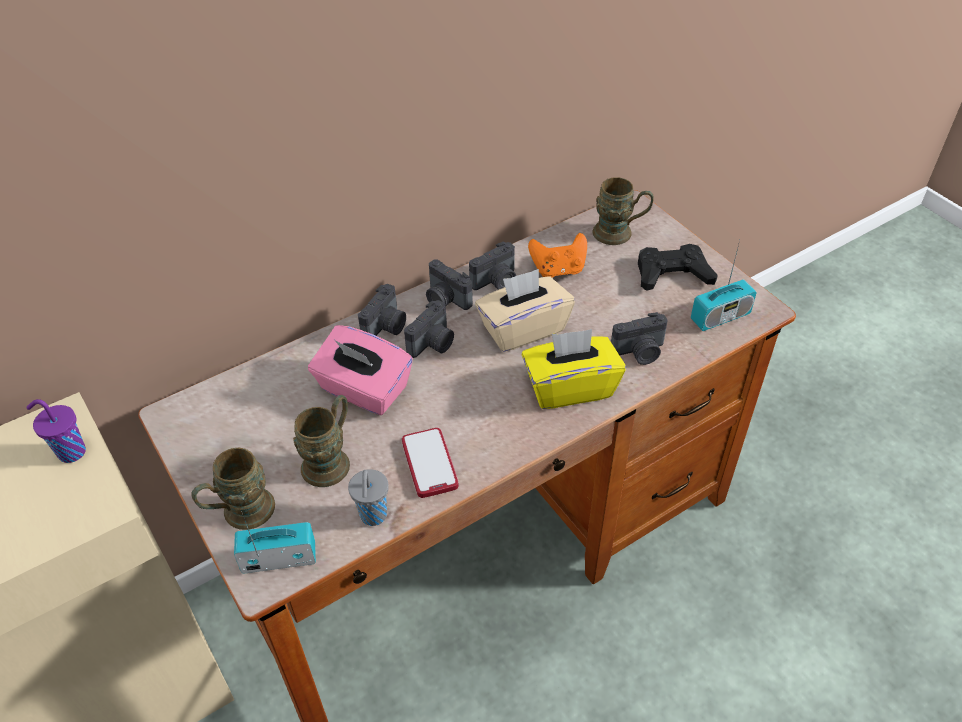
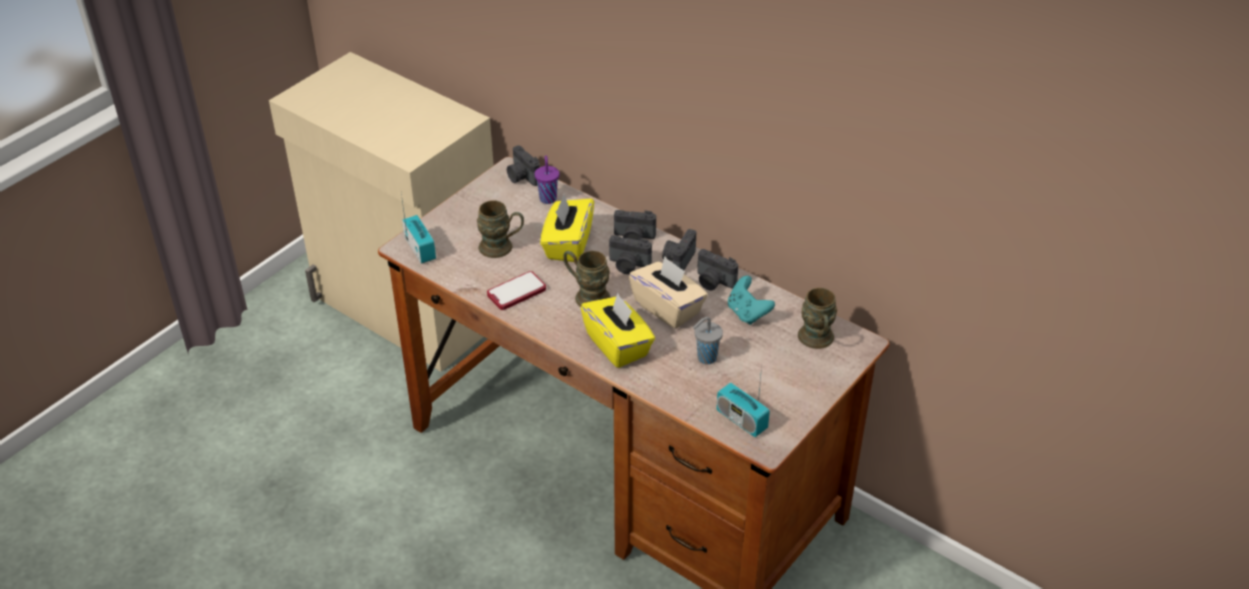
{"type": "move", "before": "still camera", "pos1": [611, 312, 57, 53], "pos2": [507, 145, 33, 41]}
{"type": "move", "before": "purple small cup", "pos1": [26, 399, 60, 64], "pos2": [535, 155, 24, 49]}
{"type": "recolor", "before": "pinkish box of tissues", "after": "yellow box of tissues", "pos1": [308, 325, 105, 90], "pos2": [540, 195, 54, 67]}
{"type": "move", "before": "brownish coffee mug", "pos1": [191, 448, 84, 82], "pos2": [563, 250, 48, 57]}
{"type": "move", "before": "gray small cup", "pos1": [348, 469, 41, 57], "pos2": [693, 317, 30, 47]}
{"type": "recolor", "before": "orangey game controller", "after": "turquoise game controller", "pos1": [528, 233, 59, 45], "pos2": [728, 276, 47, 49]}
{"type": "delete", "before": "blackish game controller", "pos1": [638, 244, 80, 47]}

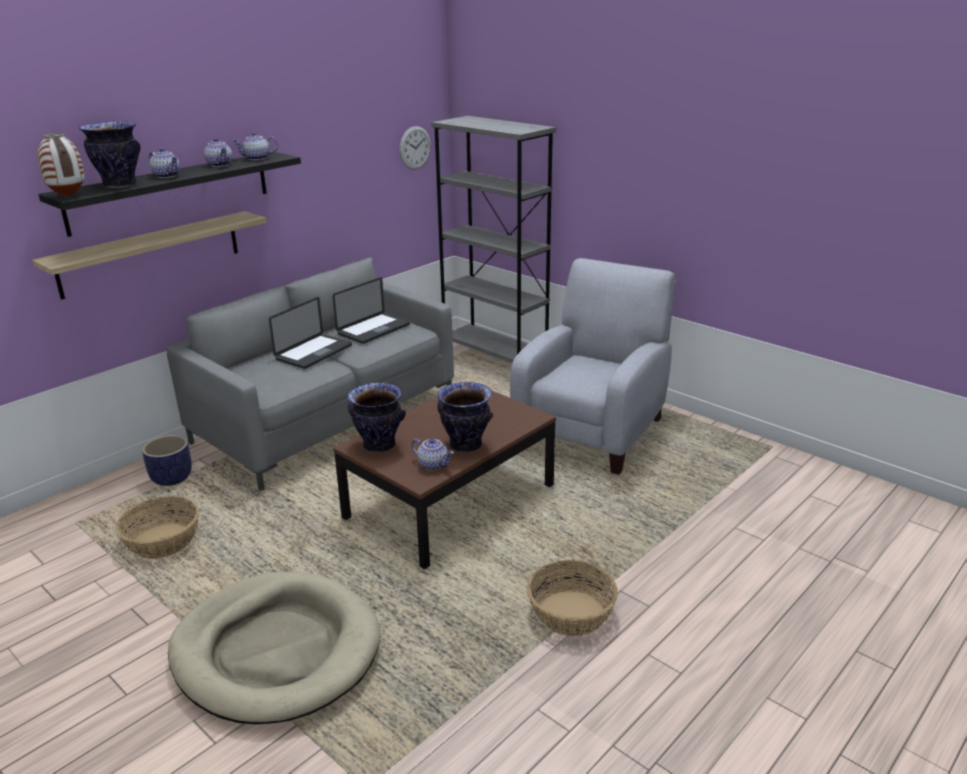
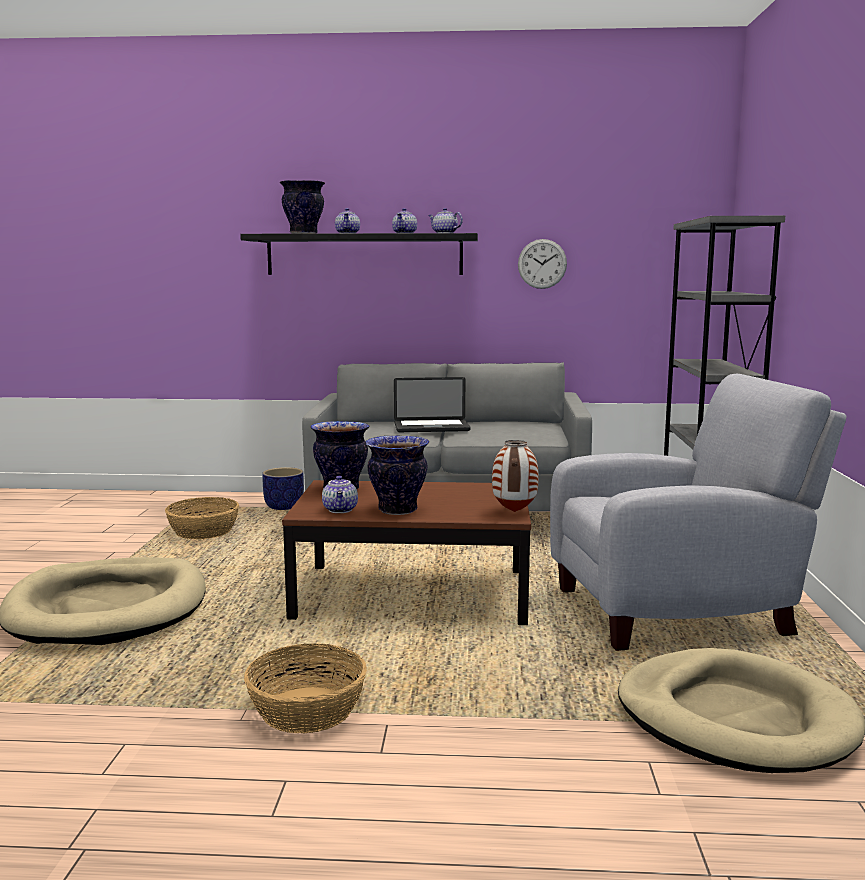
{"type": "move", "before": "flower vase", "pos1": [37, 132, 48, 65], "pos2": [492, 440, 47, 72]}
{"type": "move", "before": "hanging clock", "pos1": [399, 126, 32, 44], "pos2": [518, 239, 49, 50]}
{"type": "insert", "after": "beige pet bed", "pos2": [618, 648, 247, 125]}
{"type": "delete", "before": "shelf", "pos1": [32, 211, 235, 89]}
{"type": "delete", "before": "laptop", "pos1": [332, 277, 78, 67]}

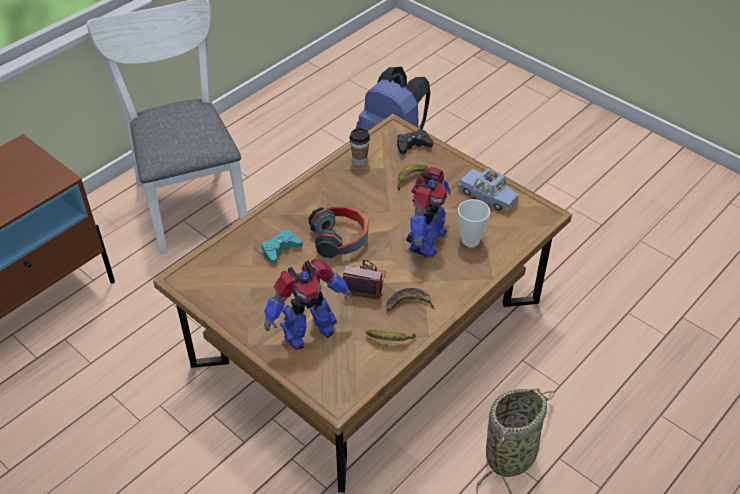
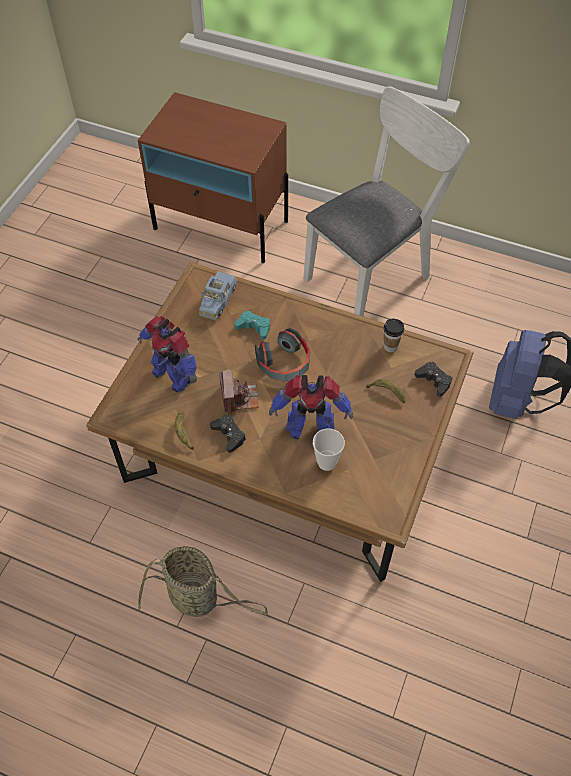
{"type": "move", "before": "blue-coloured miniature car", "pos1": [457, 168, 62, 45], "pos2": [199, 272, 39, 48]}
{"type": "replace", "before": "banana", "after": "blackish game controller", "pos1": [386, 288, 49, 24], "pos2": [210, 415, 36, 38]}

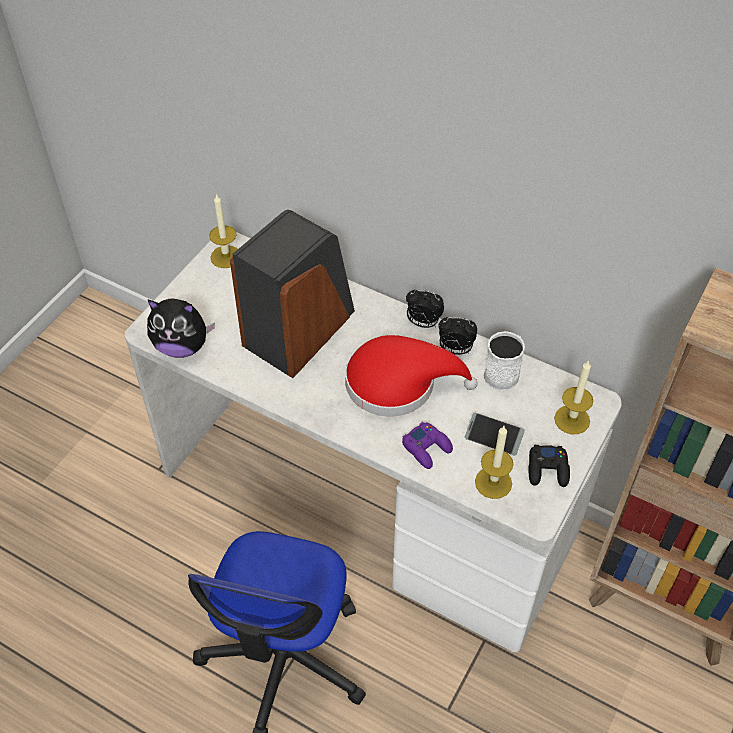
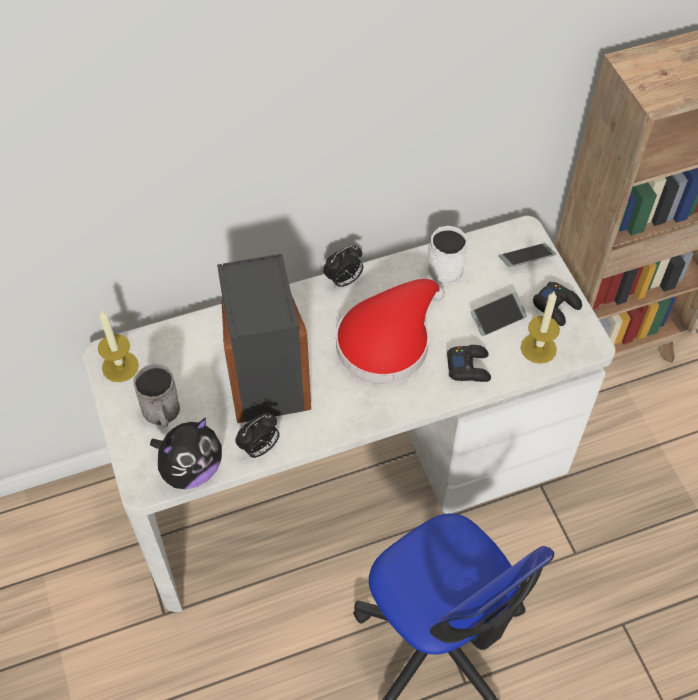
{"type": "insert", "after": "gray coffee mug", "pos2": [133, 364, 47, 63]}
{"type": "move", "before": "table clock", "pos1": [438, 317, 39, 38], "pos2": [235, 413, 45, 45]}
{"type": "recolor", "before": "purple game controller", "after": "blackish game controller", "pos1": [402, 422, 51, 47], "pos2": [447, 345, 44, 37]}
{"type": "replace", "before": "wax candle", "after": "phone", "pos1": [554, 360, 39, 74], "pos2": [499, 243, 57, 24]}

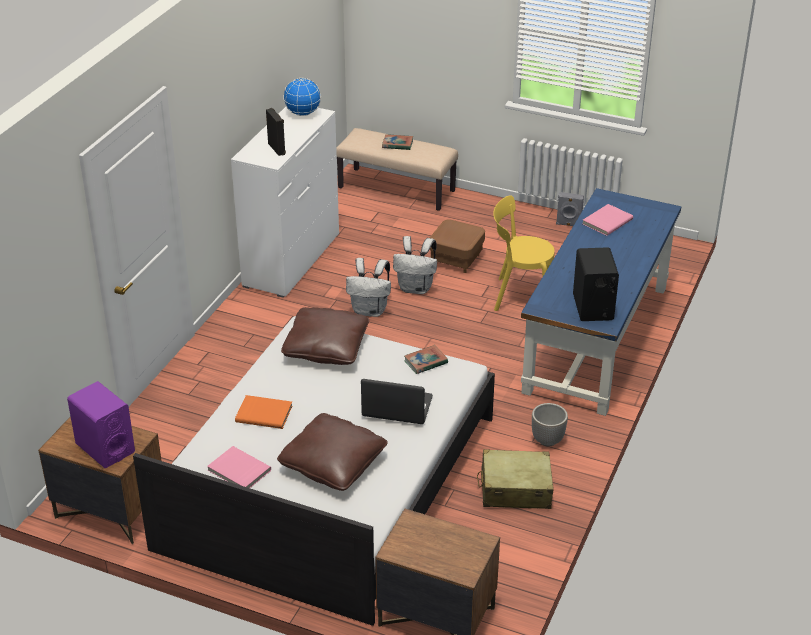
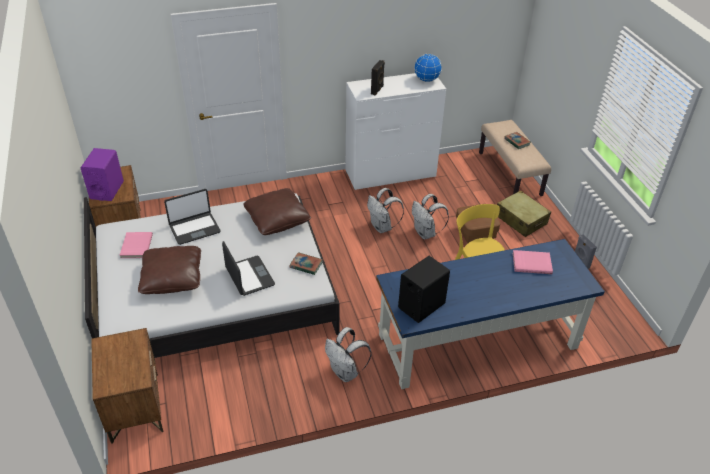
{"type": "replace", "before": "orangey bound book", "after": "laptop", "pos1": [235, 395, 57, 34], "pos2": [164, 189, 57, 56]}
{"type": "replace", "before": "plant pot", "after": "white backpack", "pos1": [532, 403, 36, 44], "pos2": [325, 327, 47, 55]}
{"type": "move", "before": "beige travel case", "pos1": [477, 449, 77, 60], "pos2": [497, 190, 54, 47]}

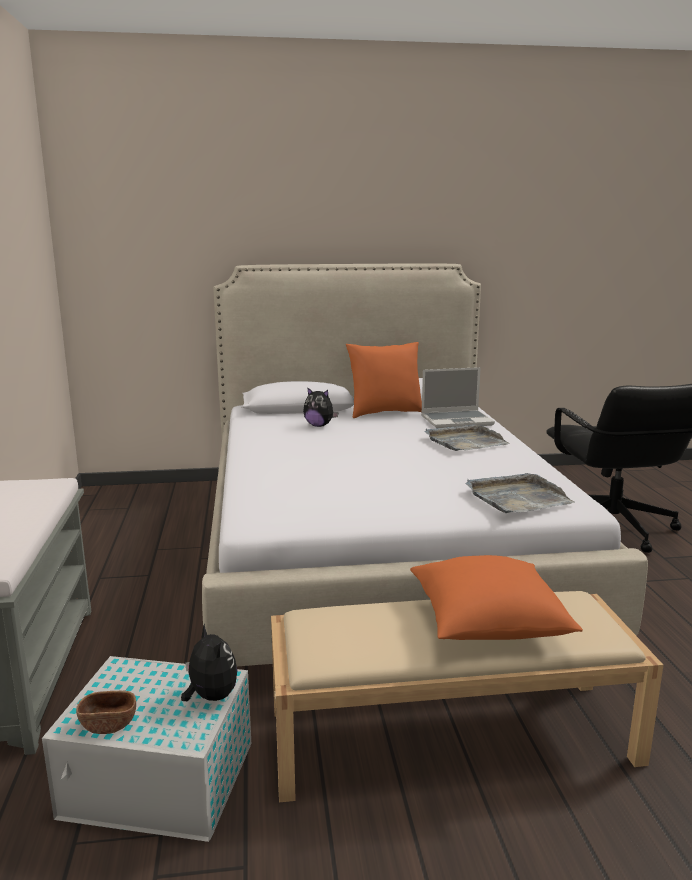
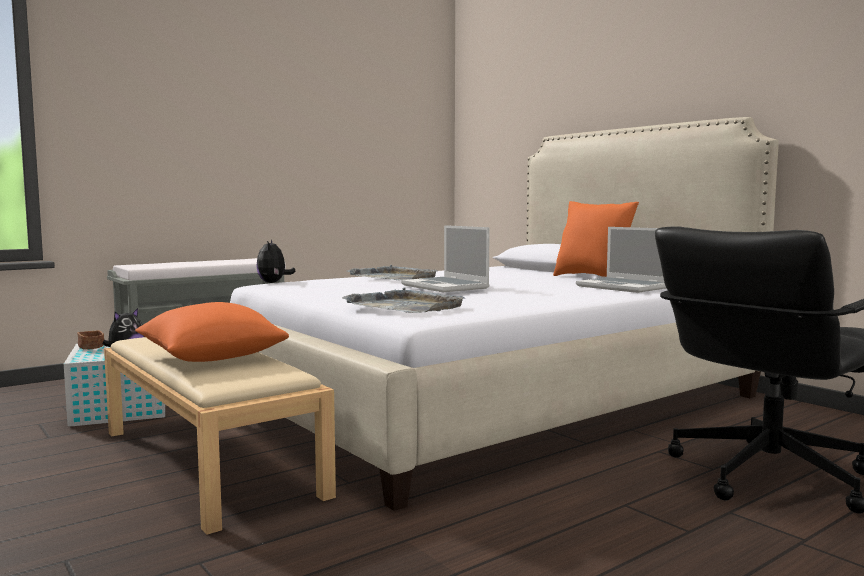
{"type": "move", "before": "plush toy", "pos1": [303, 387, 36, 40], "pos2": [256, 240, 39, 43]}
{"type": "move", "before": "gray carrying tray", "pos1": [425, 424, 85, 27], "pos2": [347, 265, 90, 16]}
{"type": "insert", "after": "laptop", "pos2": [401, 225, 89, 67]}

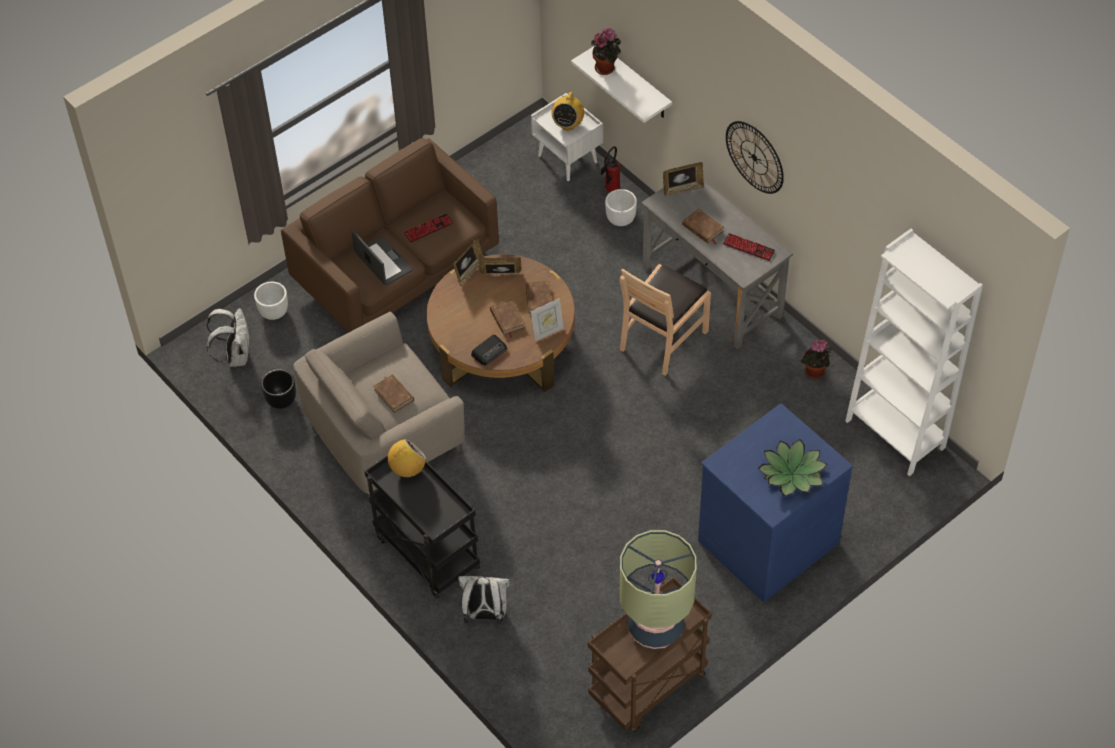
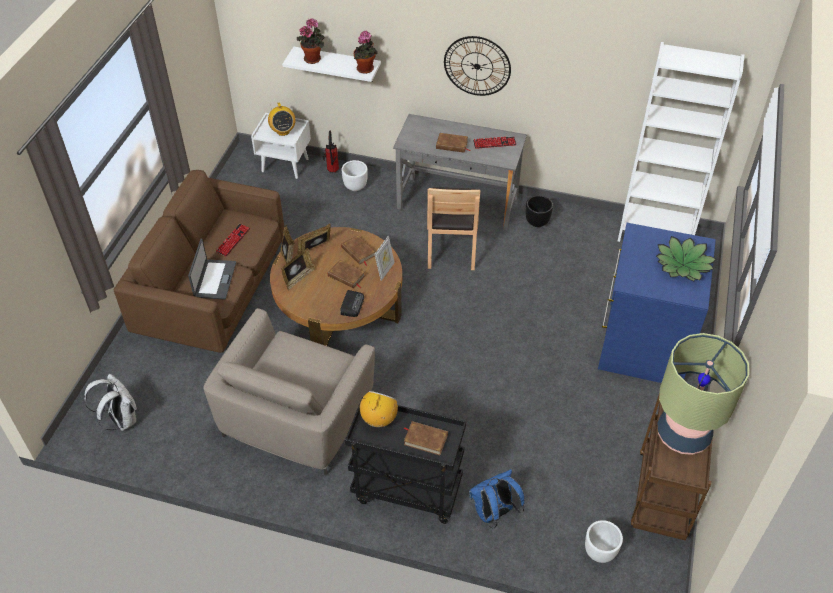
{"type": "rotate", "before": "laptop", "pos1": [351, 230, 62, 55], "pos2": [188, 239, 48, 61], "turn": 75}
{"type": "move", "before": "picture frame", "pos1": [663, 162, 41, 34], "pos2": [281, 248, 34, 42]}
{"type": "move", "before": "potted plant", "pos1": [801, 339, 31, 40], "pos2": [354, 31, 24, 43]}
{"type": "move", "before": "brownish bound book", "pos1": [373, 374, 41, 39], "pos2": [403, 421, 45, 34]}
{"type": "recolor", "before": "white backpack", "after": "blue-coloured backpack", "pos1": [458, 576, 52, 48], "pos2": [469, 469, 56, 60]}
{"type": "move", "before": "blackish plant pot", "pos1": [261, 369, 35, 40], "pos2": [526, 195, 27, 32]}
{"type": "move", "before": "white plant pot", "pos1": [254, 282, 34, 38], "pos2": [585, 520, 38, 43]}

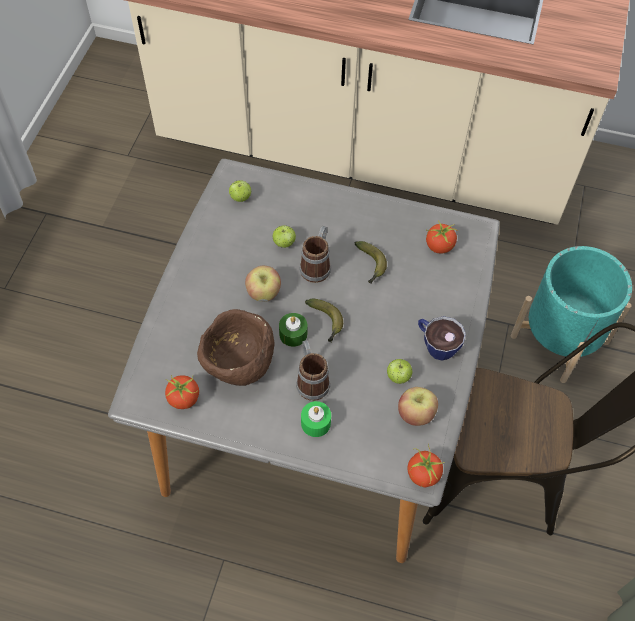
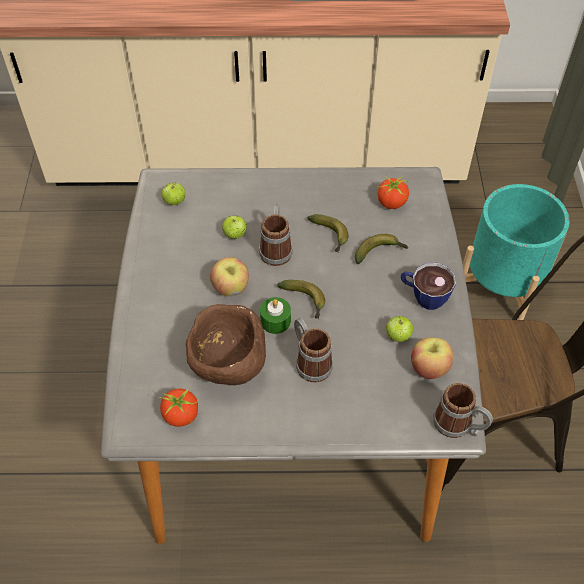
{"type": "insert", "after": "banana", "pos2": [355, 234, 53, 30]}
{"type": "replace", "before": "whole tomato", "after": "coffee mug", "pos1": [408, 445, 36, 42], "pos2": [433, 383, 60, 55]}
{"type": "delete", "before": "green-coloured wax candle", "pos1": [301, 401, 30, 36]}

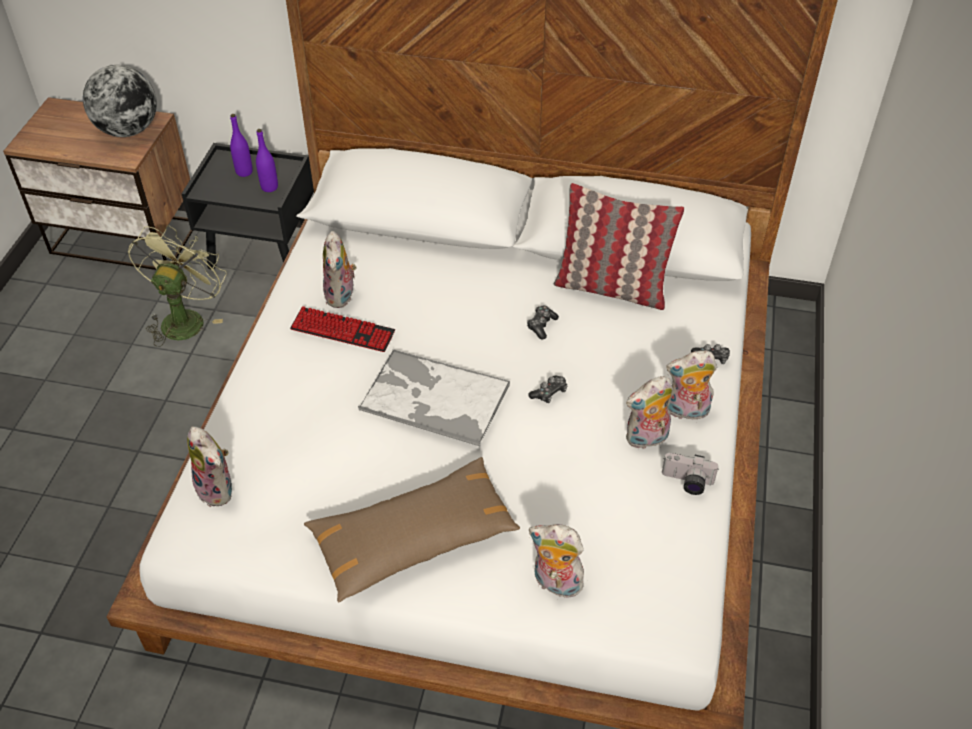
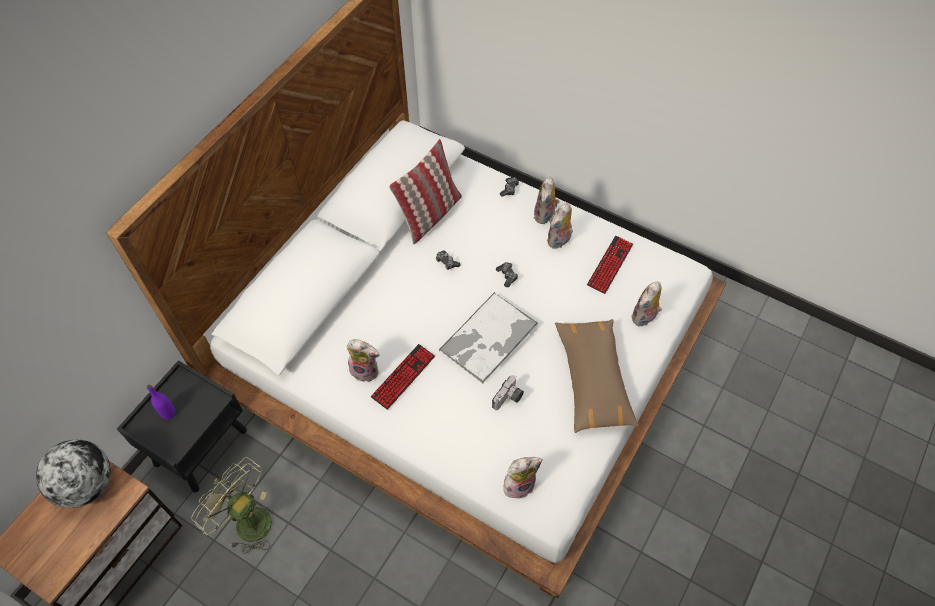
{"type": "move", "before": "still camera", "pos1": [662, 453, 57, 42], "pos2": [492, 375, 32, 35]}
{"type": "rotate", "before": "plush toy", "pos1": [626, 376, 47, 73], "pos2": [547, 203, 26, 46], "turn": 45}
{"type": "insert", "after": "keyboard", "pos2": [587, 236, 46, 58]}
{"type": "delete", "before": "purple beverage bottle", "pos1": [256, 129, 22, 63]}

